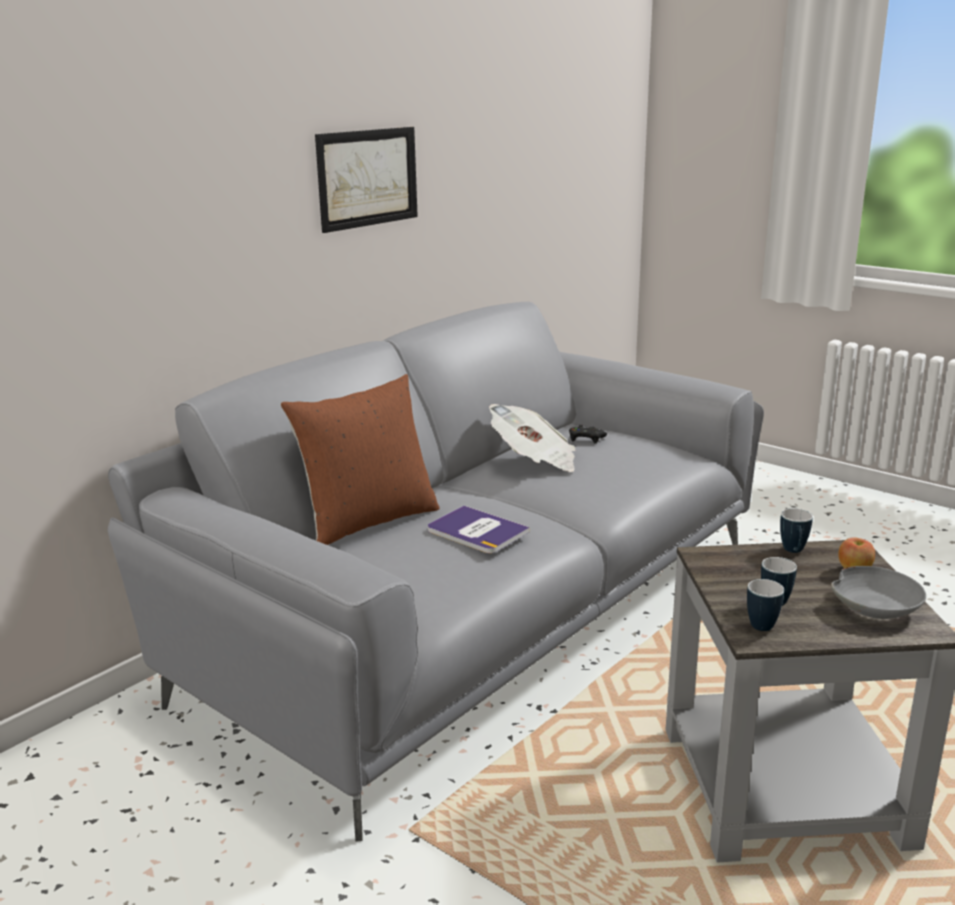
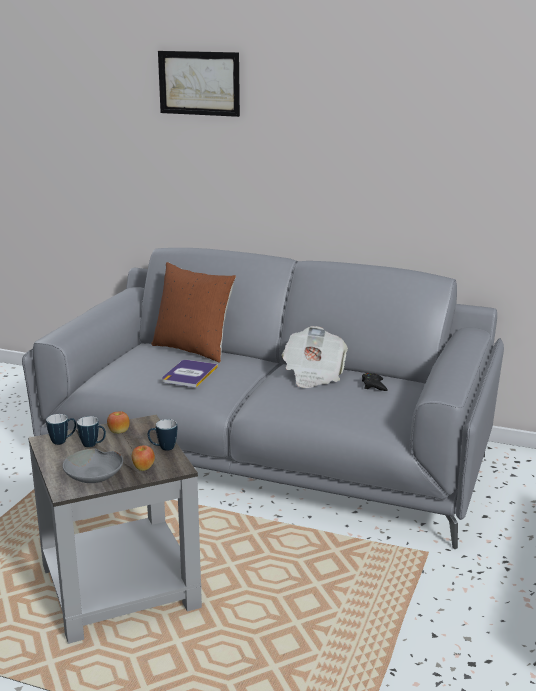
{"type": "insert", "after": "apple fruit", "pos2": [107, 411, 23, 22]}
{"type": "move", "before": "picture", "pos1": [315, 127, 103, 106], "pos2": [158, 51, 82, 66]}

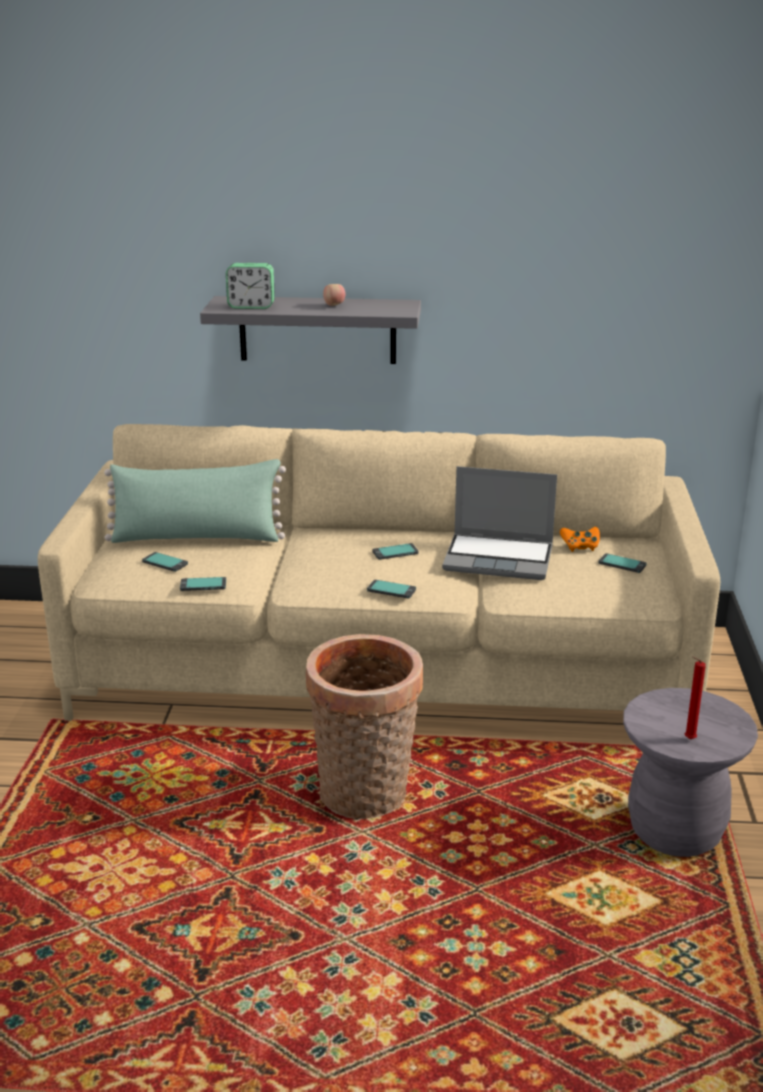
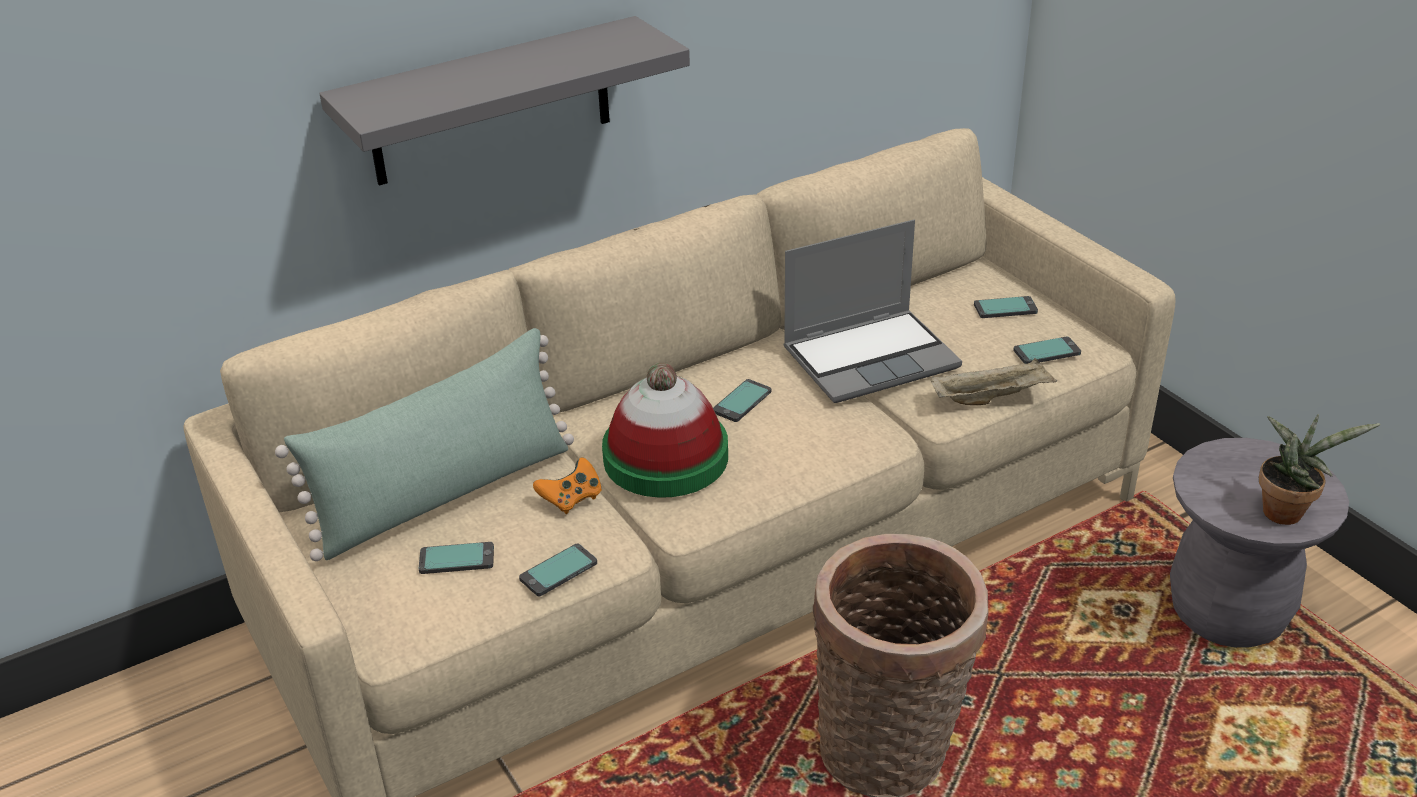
{"type": "move", "before": "orangey game controller", "pos1": [560, 527, 40, 25], "pos2": [533, 458, 69, 56]}
{"type": "insert", "after": "wearable hat", "pos2": [602, 363, 126, 135]}
{"type": "insert", "after": "beige carrying tray", "pos2": [931, 358, 126, 47]}
{"type": "move", "before": "phone", "pos1": [367, 580, 49, 19], "pos2": [1014, 336, 67, 28]}
{"type": "replace", "before": "red wax candle", "after": "potted plant", "pos1": [685, 656, 21, 83], "pos2": [1259, 414, 121, 111]}
{"type": "delete", "before": "table clock", "pos1": [226, 263, 49, 46]}
{"type": "delete", "before": "apple fruit", "pos1": [323, 284, 22, 22]}

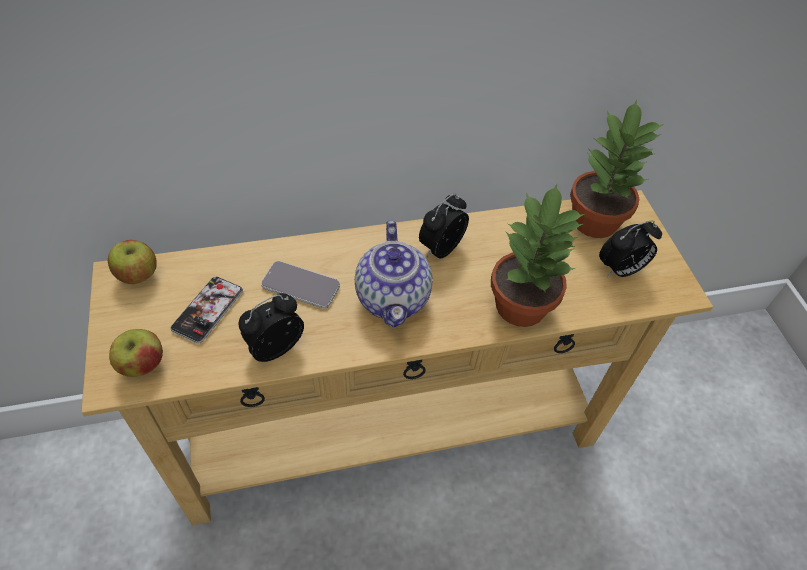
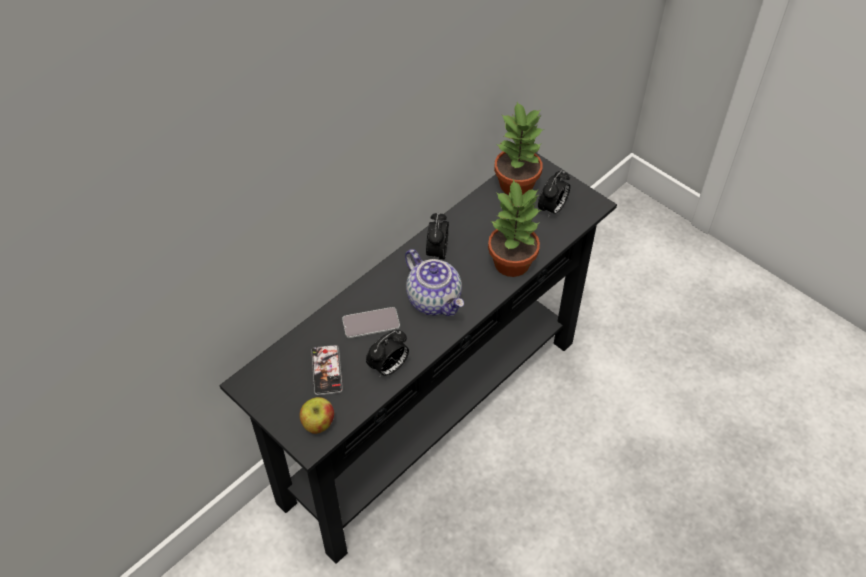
{"type": "recolor", "before": "beige narrow table", "after": "blackish narrow table", "pos1": [81, 190, 632, 335], "pos2": [220, 153, 397, 411]}
{"type": "rotate", "before": "table clock", "pos1": [238, 293, 66, 69], "pos2": [366, 329, 43, 48], "turn": -150}
{"type": "delete", "before": "apple fruit", "pos1": [108, 240, 49, 44]}

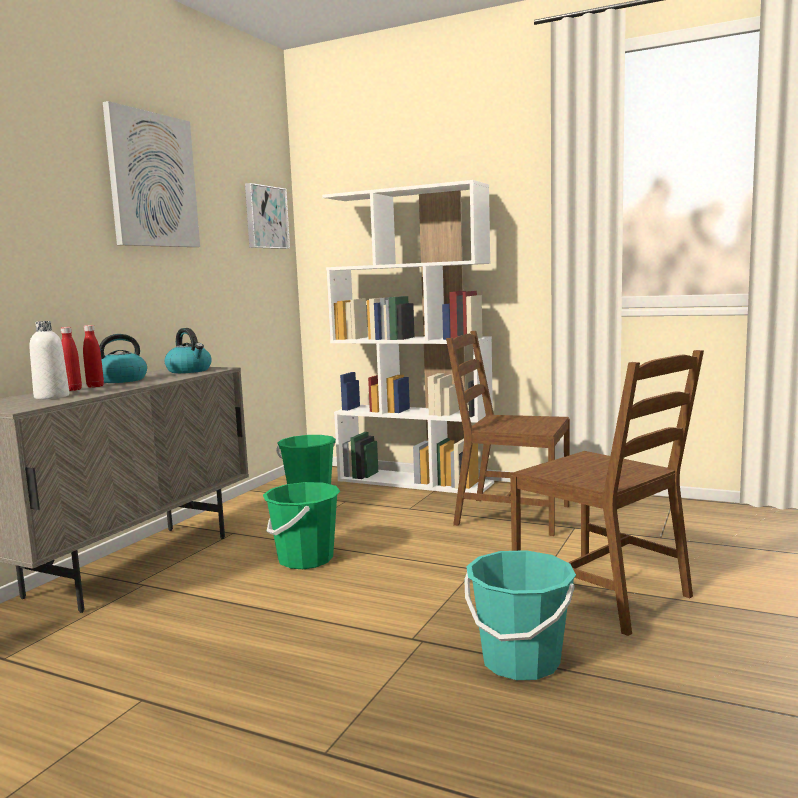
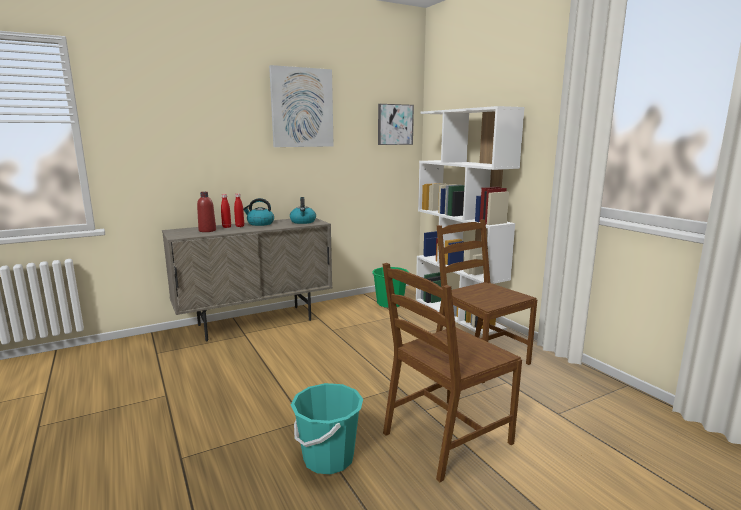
{"type": "recolor", "before": "white beverage bottle", "after": "red beverage bottle", "pos1": [30, 321, 40, 78], "pos2": [197, 192, 19, 40]}
{"type": "rotate", "before": "brownish chair", "pos1": [510, 350, 194, 286], "pos2": [383, 263, 139, 219], "turn": 60}
{"type": "delete", "before": "green-coloured pail", "pos1": [263, 482, 77, 87]}

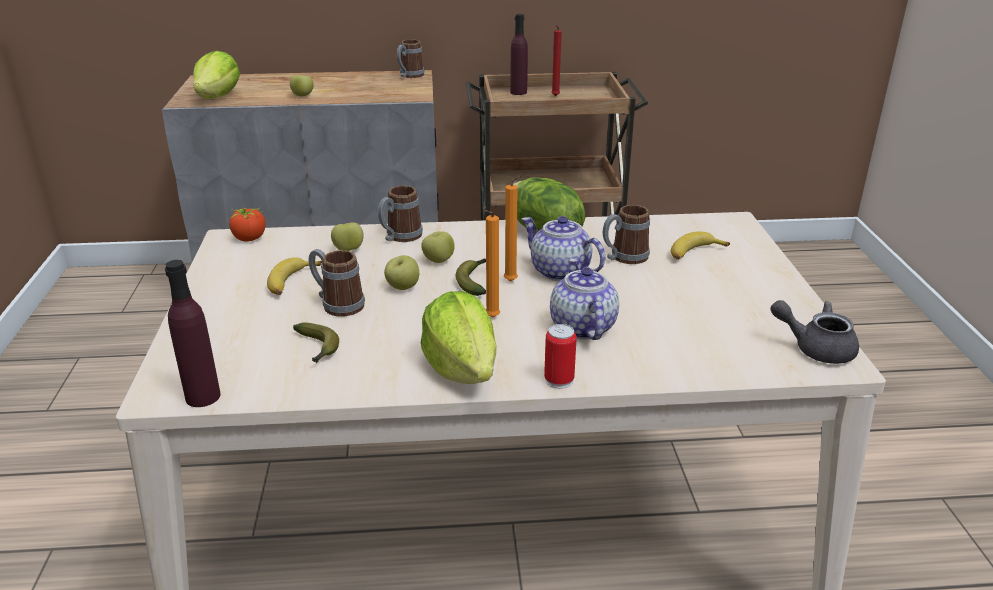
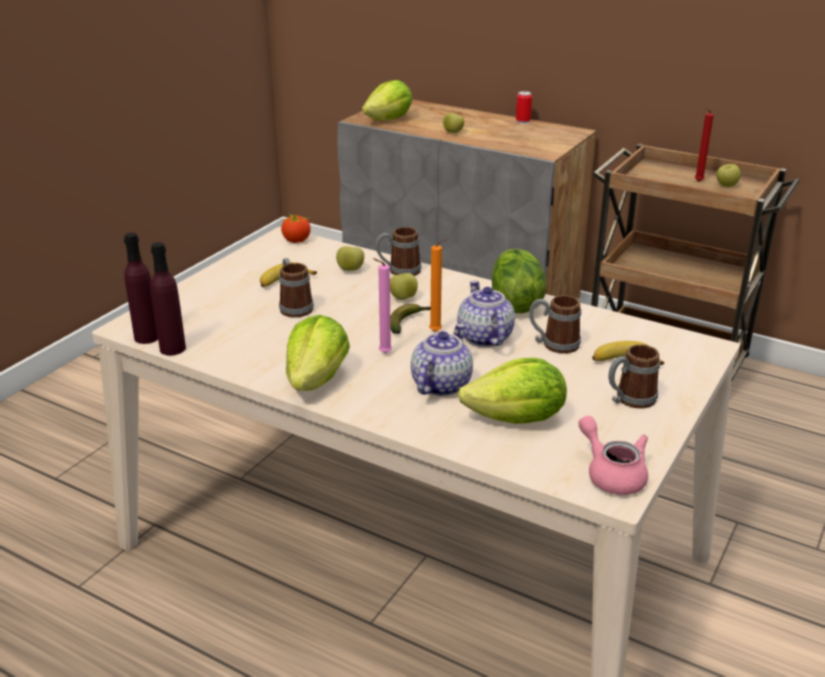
{"type": "move", "before": "purple beverage bottle", "pos1": [510, 14, 18, 81], "pos2": [151, 242, 35, 114]}
{"type": "recolor", "before": "orangey wax candle", "after": "pinkish wax candle", "pos1": [486, 210, 14, 108], "pos2": [373, 258, 19, 96]}
{"type": "insert", "after": "lettuce", "pos2": [458, 358, 109, 66]}
{"type": "move", "before": "can", "pos1": [544, 324, 33, 65], "pos2": [516, 91, 16, 33]}
{"type": "recolor", "before": "gray teapot", "after": "pinkish teapot", "pos1": [770, 300, 89, 64], "pos2": [578, 416, 70, 79]}
{"type": "move", "before": "coffee mug", "pos1": [397, 39, 27, 39], "pos2": [608, 344, 52, 65]}
{"type": "move", "before": "apple fruit", "pos1": [384, 255, 35, 35], "pos2": [716, 164, 25, 23]}
{"type": "delete", "before": "banana", "pos1": [293, 323, 46, 40]}

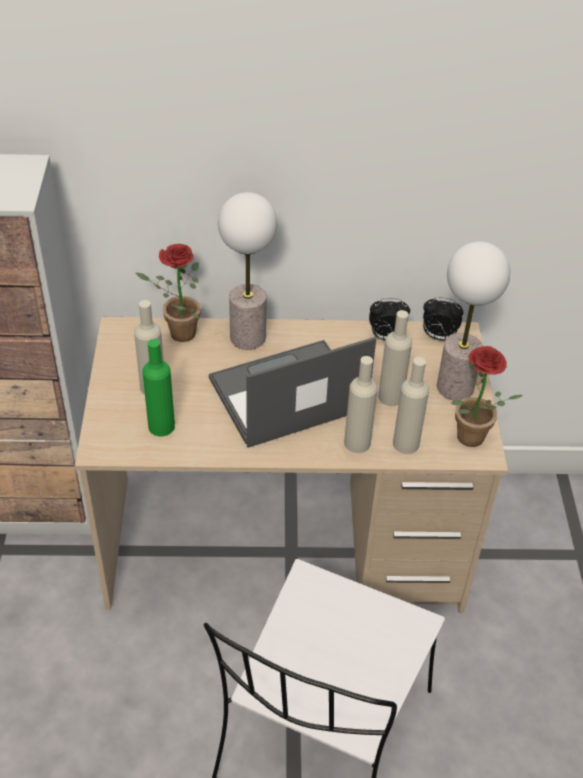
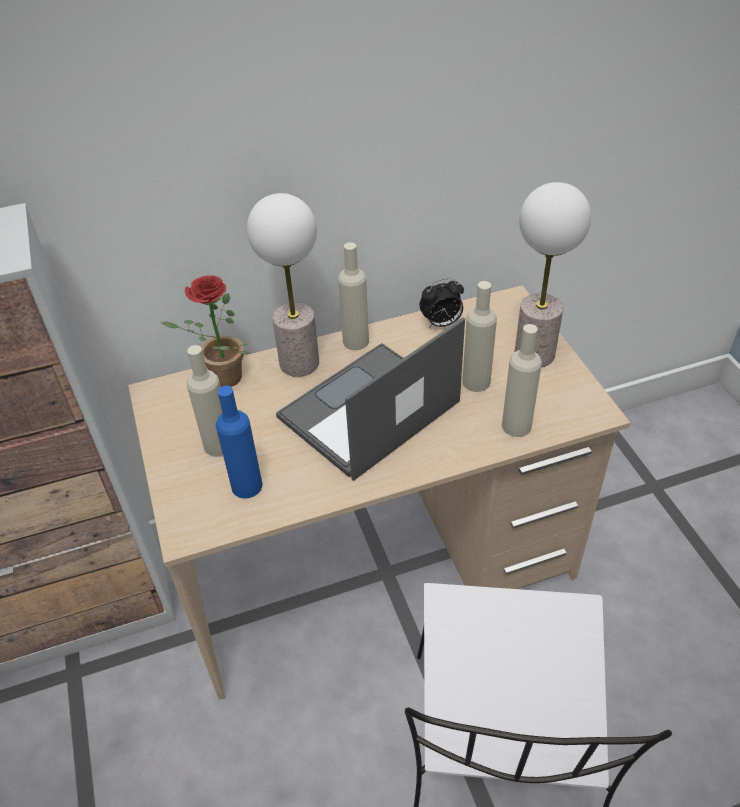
{"type": "recolor", "before": "green-coloured beverage bottle", "after": "blue-coloured beverage bottle", "pos1": [142, 339, 33, 97], "pos2": [216, 386, 46, 113]}
{"type": "move", "before": "beige beverage bottle", "pos1": [344, 356, 34, 97], "pos2": [338, 242, 31, 108]}
{"type": "delete", "before": "table clock", "pos1": [423, 297, 41, 43]}
{"type": "delete", "before": "potted plant", "pos1": [451, 346, 72, 101]}

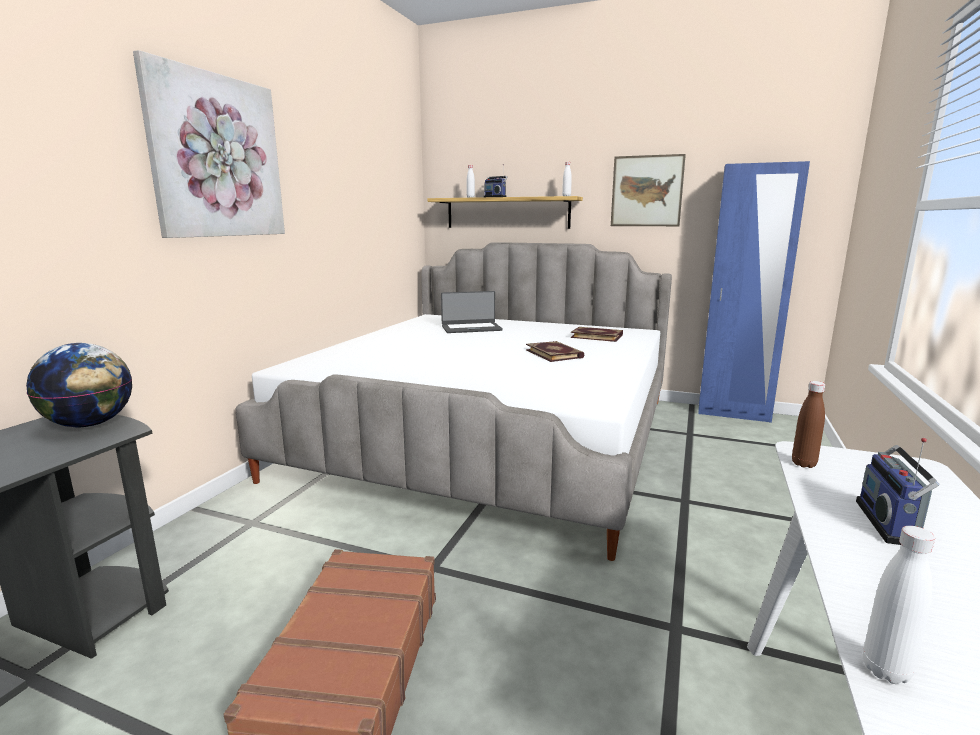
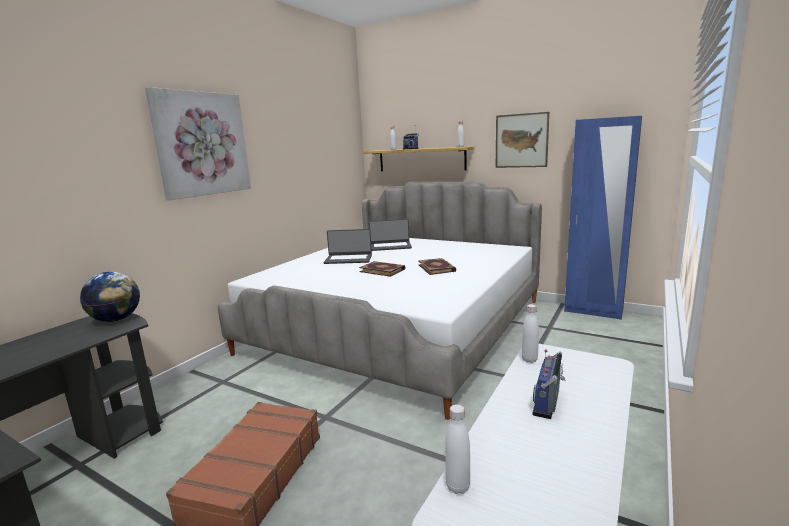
{"type": "insert", "after": "laptop", "pos2": [324, 229, 48, 35]}
{"type": "move", "before": "bound book", "pos1": [570, 327, 53, 15], "pos2": [359, 261, 46, 16]}
{"type": "recolor", "before": "brownish beverage bottle", "after": "white beverage bottle", "pos1": [792, 381, 33, 87], "pos2": [522, 304, 17, 59]}

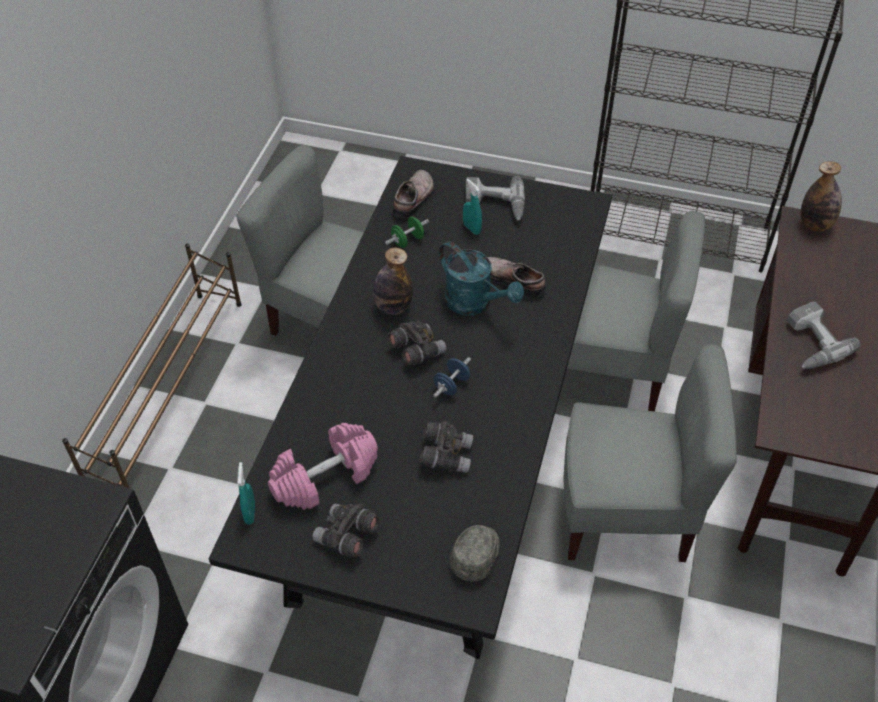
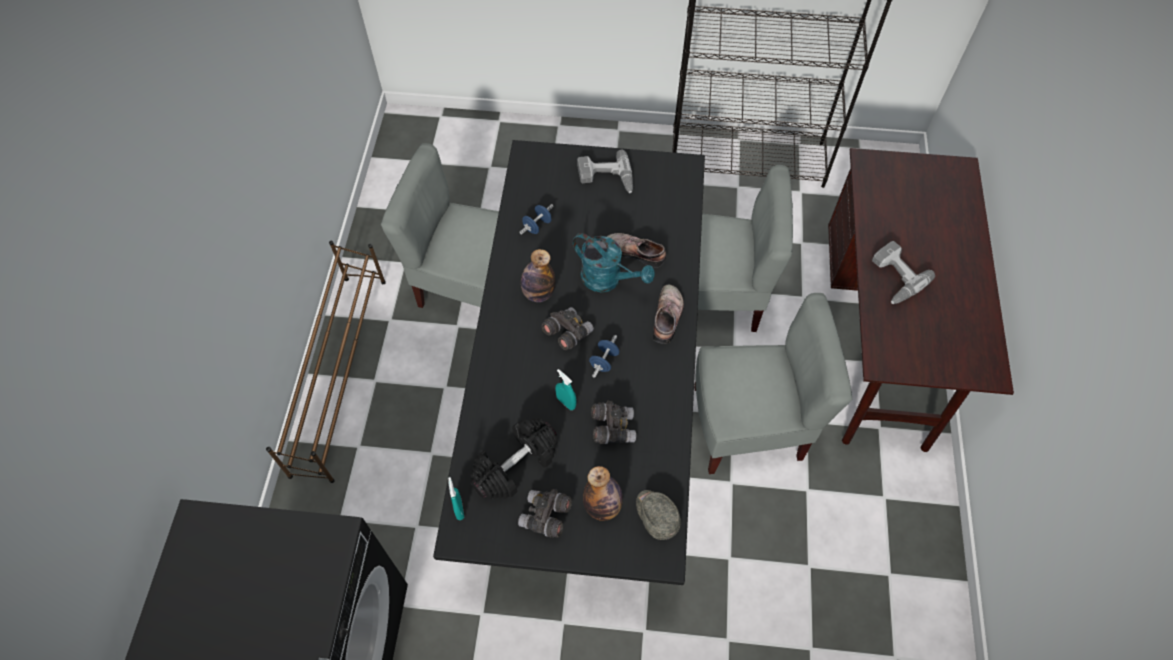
{"type": "recolor", "before": "pinkish dumbbell", "after": "blackish dumbbell", "pos1": [268, 423, 110, 87], "pos2": [470, 418, 88, 82]}
{"type": "recolor", "before": "green-coloured dumbbell", "after": "blue-coloured dumbbell", "pos1": [385, 217, 44, 31], "pos2": [519, 204, 35, 30]}
{"type": "move", "before": "turquoise hand sprayer", "pos1": [463, 179, 19, 56], "pos2": [555, 369, 22, 41]}
{"type": "move", "before": "beverage bottle", "pos1": [801, 161, 41, 71], "pos2": [583, 466, 40, 55]}
{"type": "rotate", "before": "gray peaked cap", "pos1": [450, 525, 49, 56], "pos2": [636, 490, 45, 50], "turn": -45}
{"type": "move", "before": "shoe", "pos1": [392, 170, 42, 48], "pos2": [652, 285, 32, 59]}

